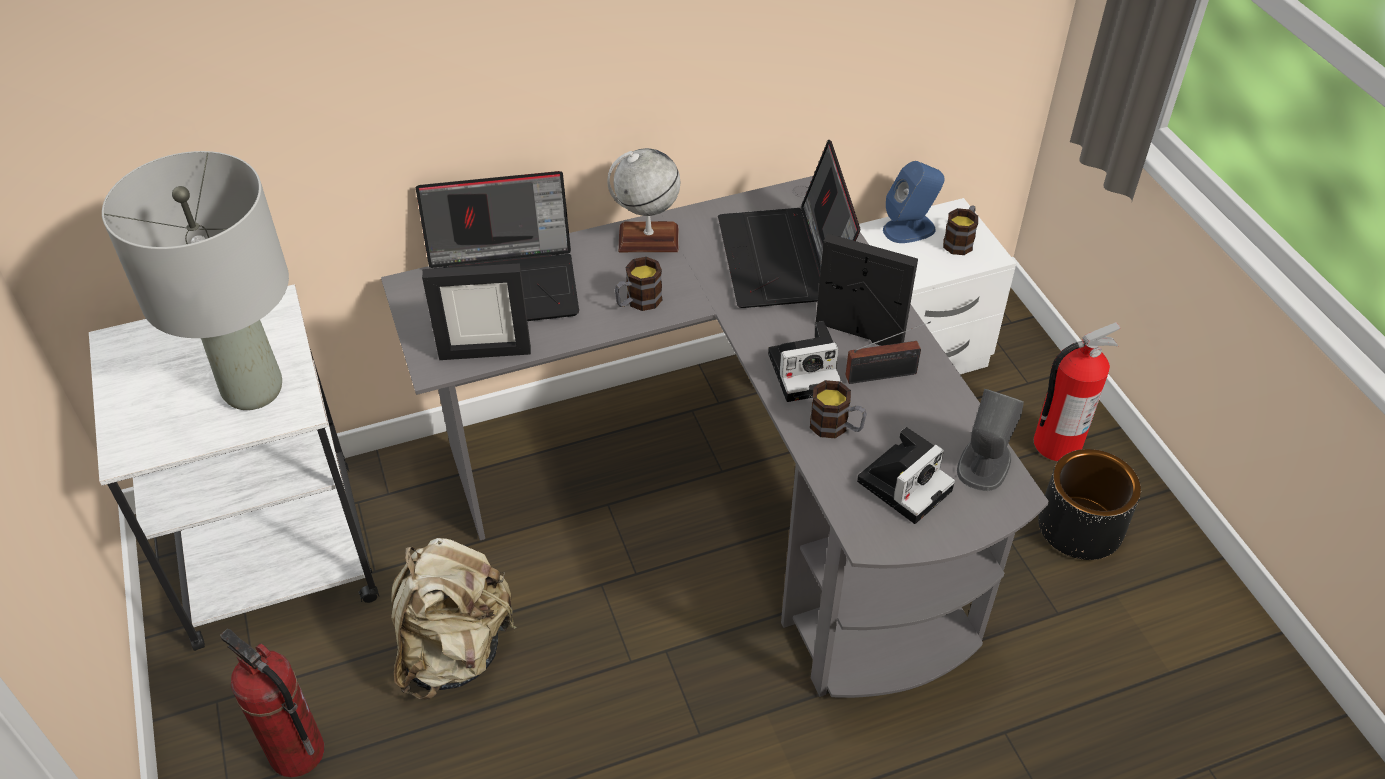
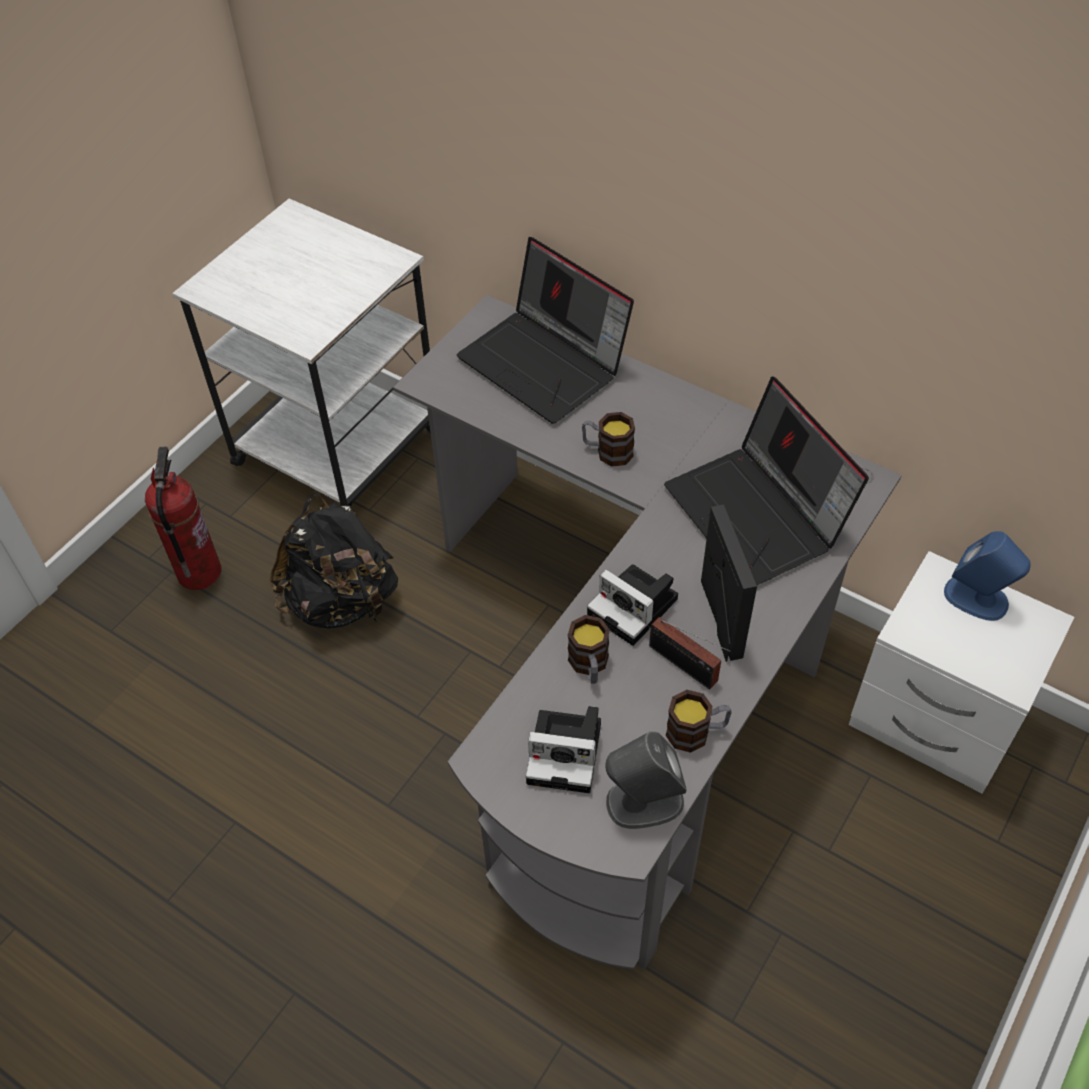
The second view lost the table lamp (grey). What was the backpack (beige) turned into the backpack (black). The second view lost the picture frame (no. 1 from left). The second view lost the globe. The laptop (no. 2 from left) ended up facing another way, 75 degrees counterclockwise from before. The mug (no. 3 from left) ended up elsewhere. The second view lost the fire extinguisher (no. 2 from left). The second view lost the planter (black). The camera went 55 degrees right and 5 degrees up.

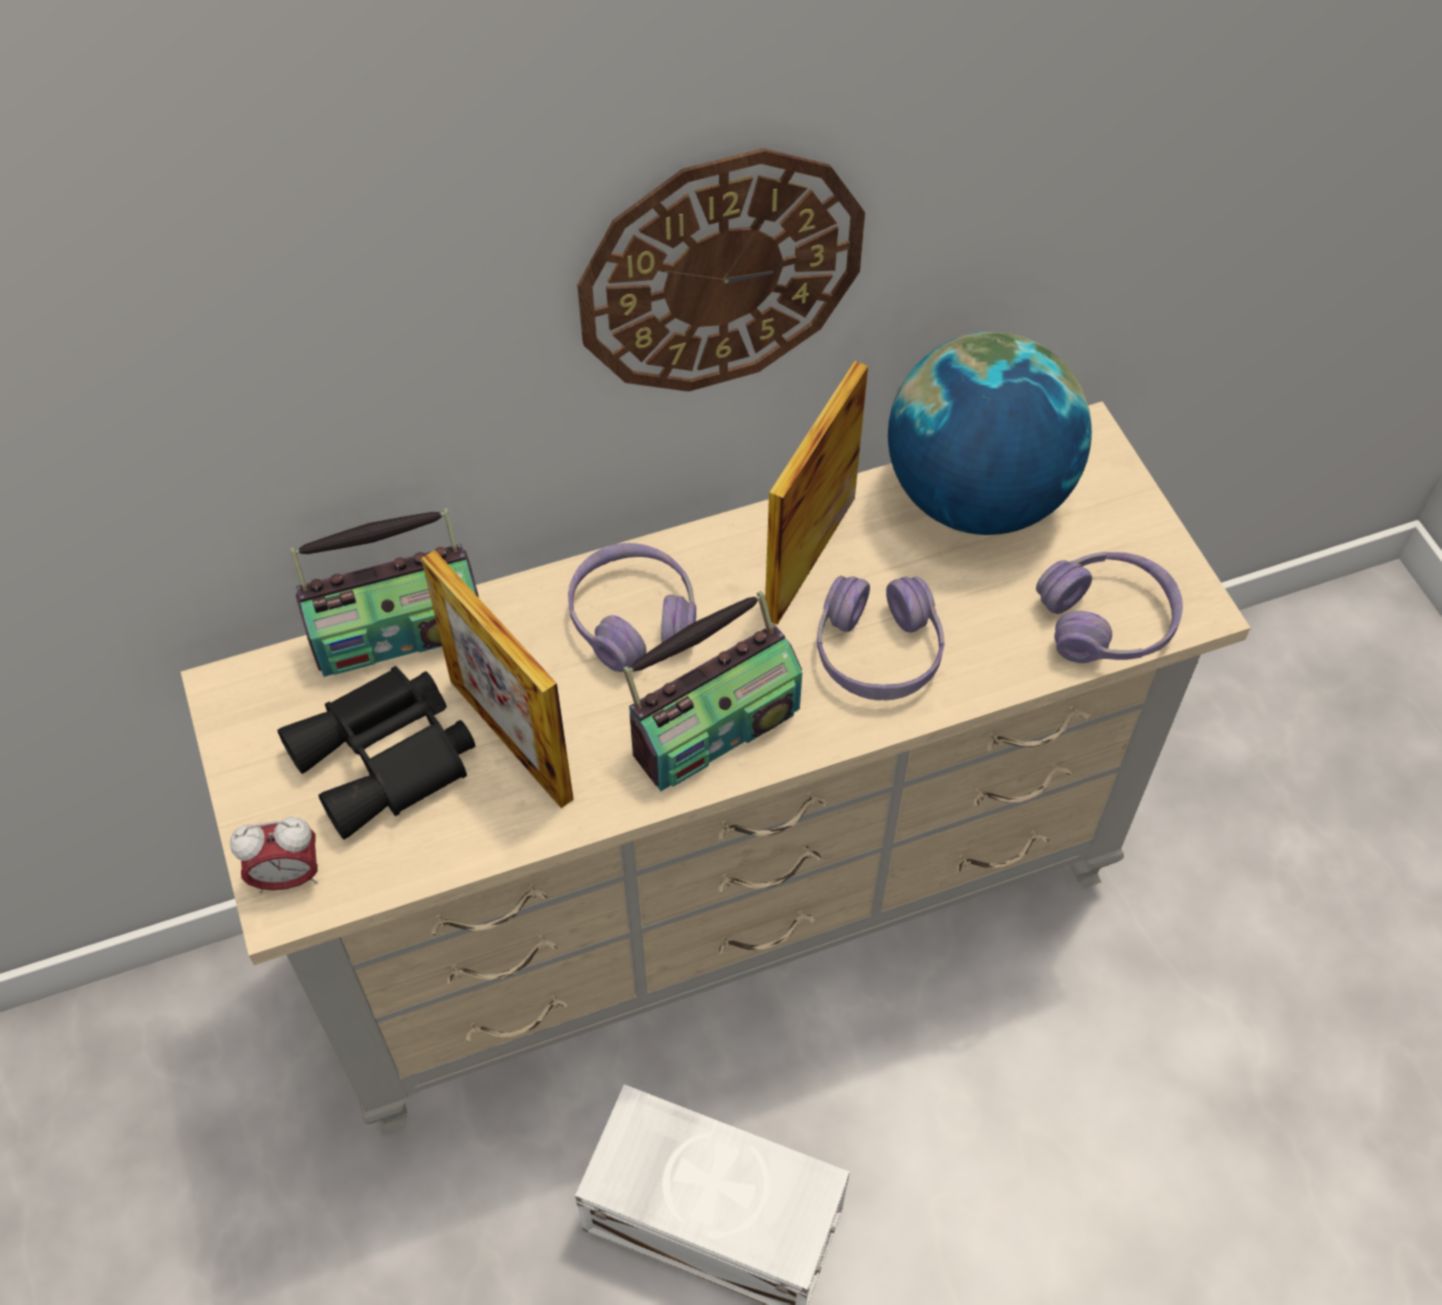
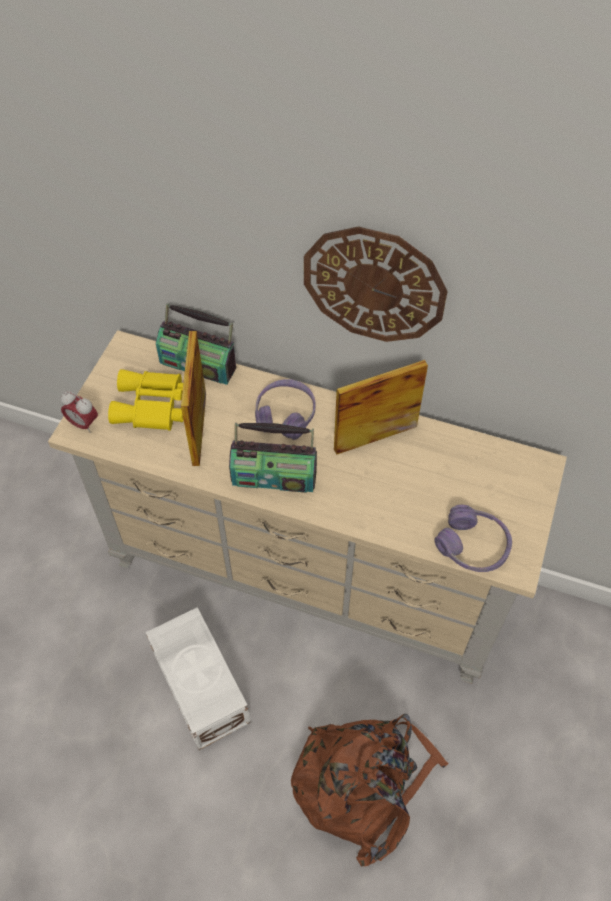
What was the binoculars (black) turned into the binoculars (yellow). The second view lost the headphones (purple) (no. 2 from left). The second view lost the globe. The second view gained the backpack (brown). The camera went 40 degrees right and 0 degrees up.

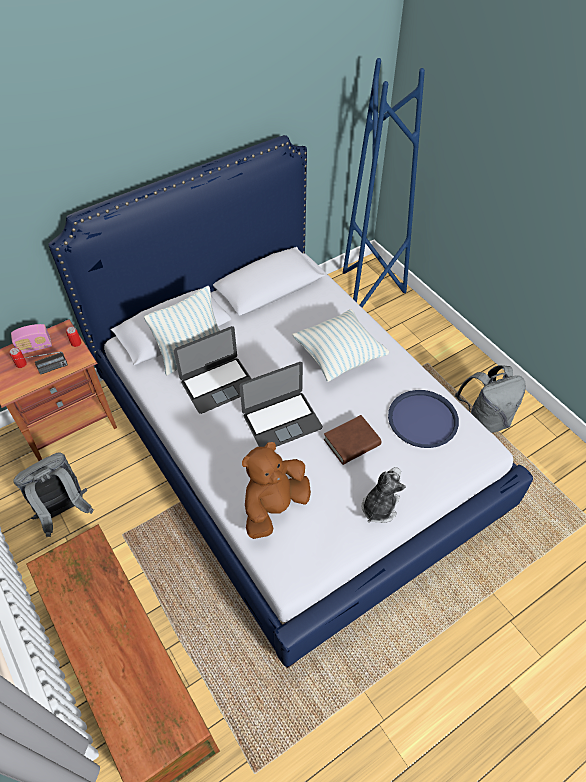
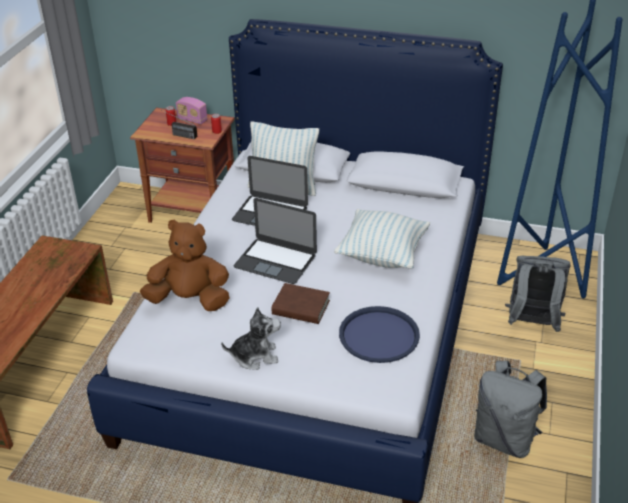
The backpack (grey) (no. 1 from left in the first image) ended up elsewhere. The camera went 50 degrees right and 15 degrees down.

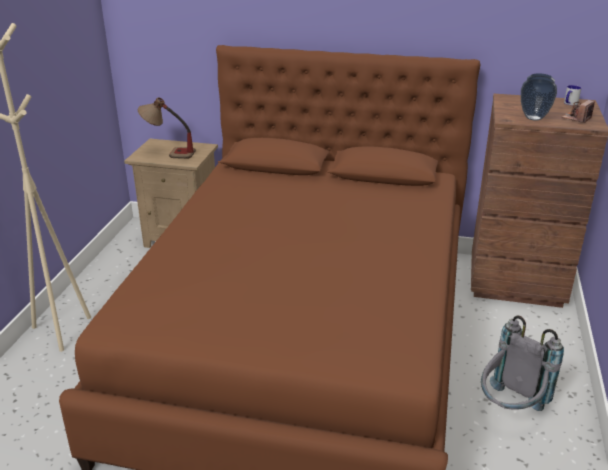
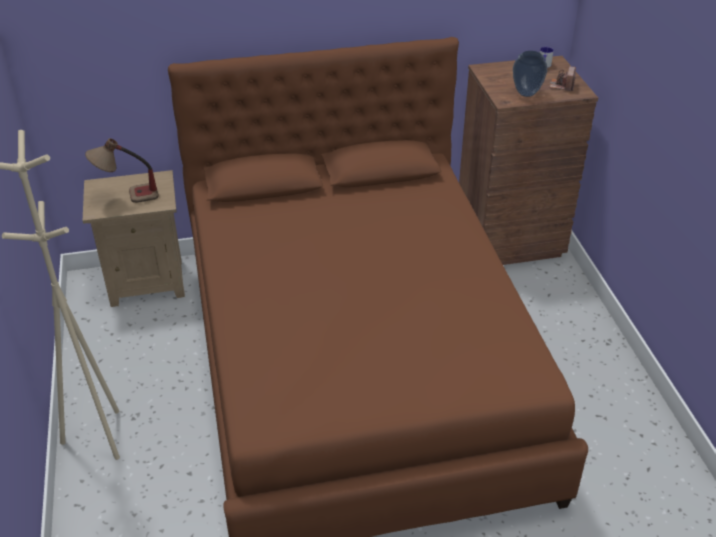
The second view lost the backpack (grey). The camera went 25 degrees left and 10 degrees up.

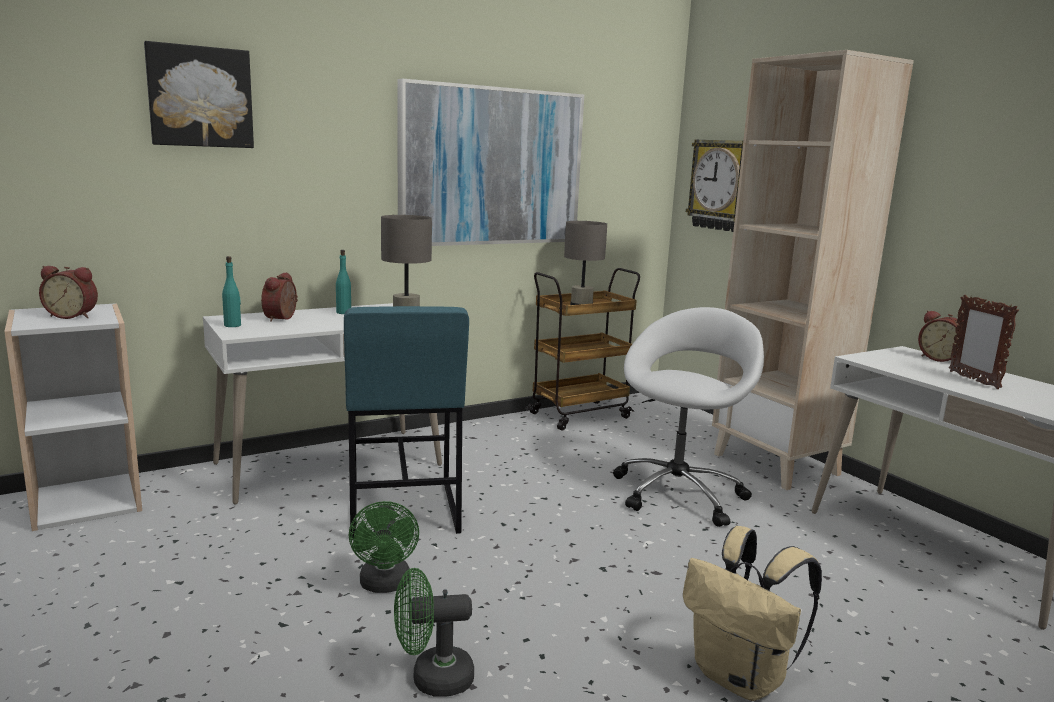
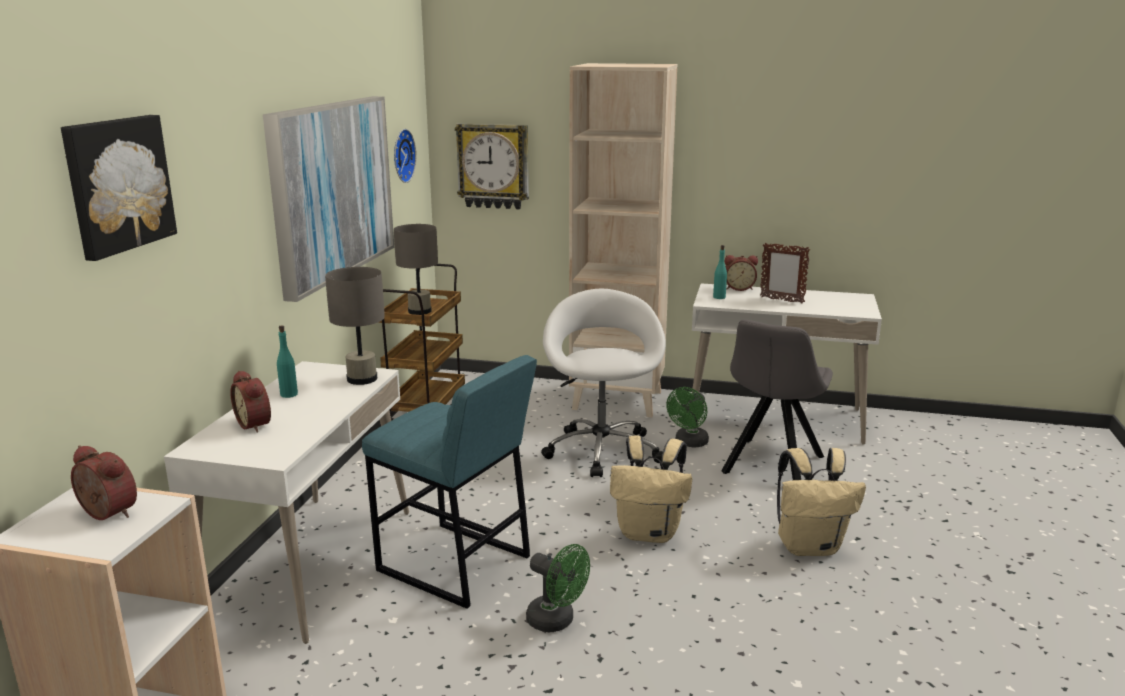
The alarm clock (no. 1 from left) ended up facing another way, 105 degrees counterclockwise from before. The bottle (turquoise) (no. 1 from left in the first image) ended up elsewhere. The fan (green) (no. 2 from left) ended up elsewhere. The second view gained the wall clock (no. 1 from left). The second view gained the backpack (beige) (no. 1 from left). The second view gained the chair (grey). The camera went 45 degrees left and 5 degrees up.

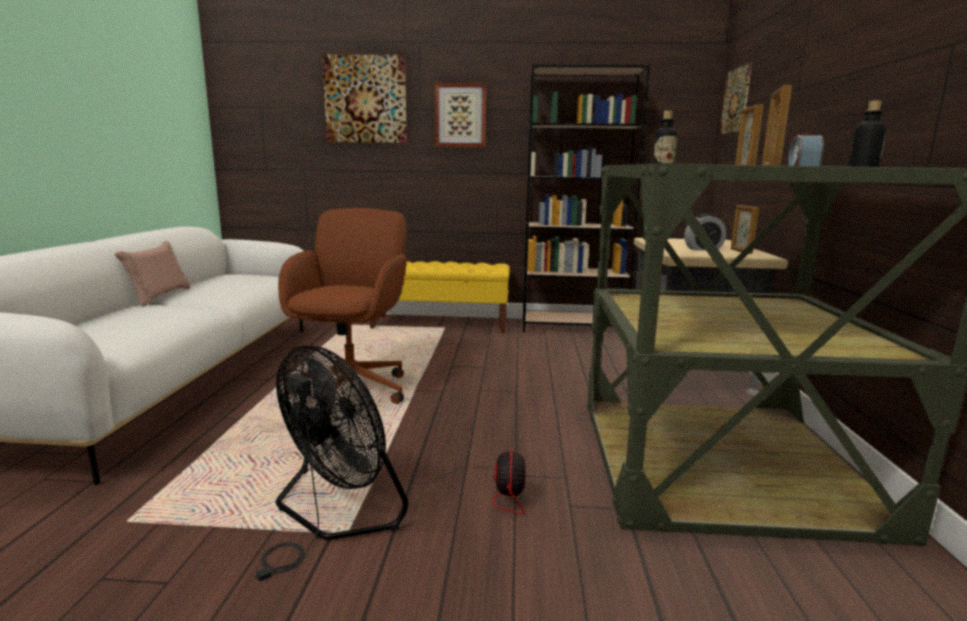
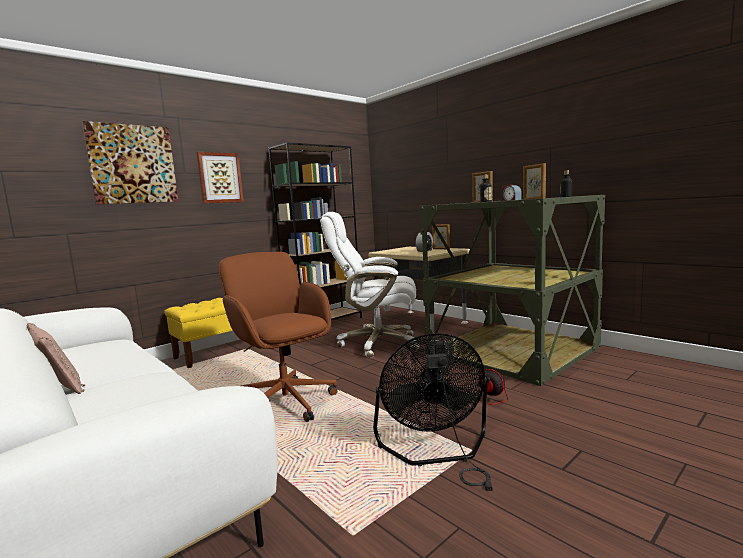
The second view lost the picture (no. 3 from left). The second view gained the office chair (white). The camera went 45 degrees left and 5 degrees down.

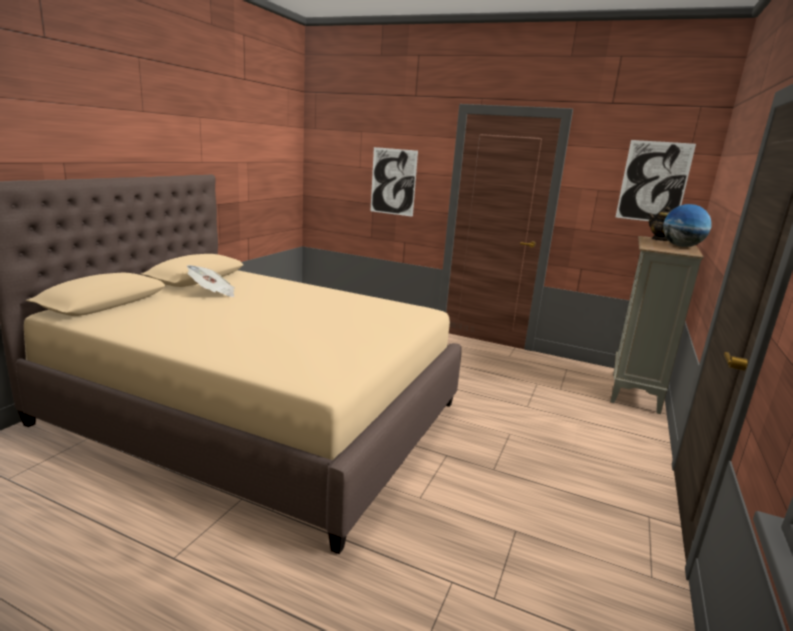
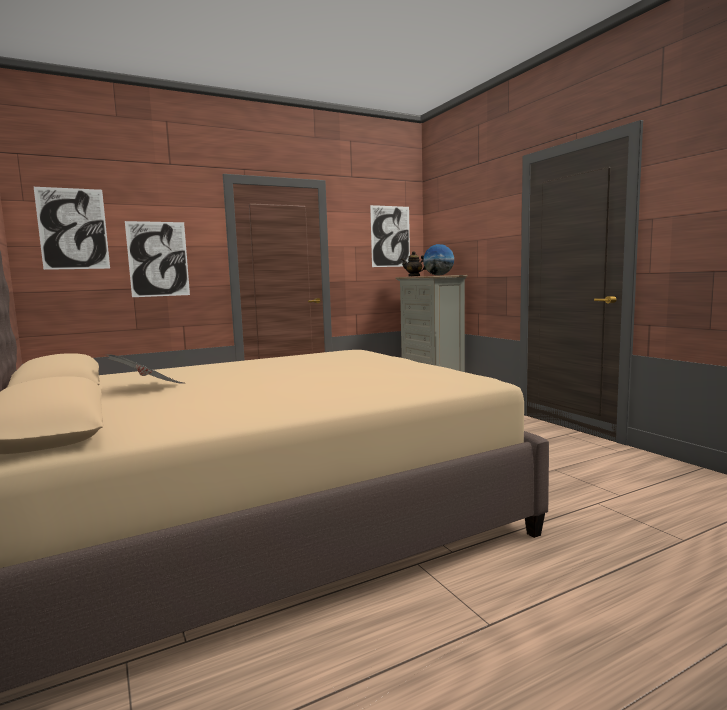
The second view gained the picture (no. 1 from left). The camera went 50 degrees left and 10 degrees down.

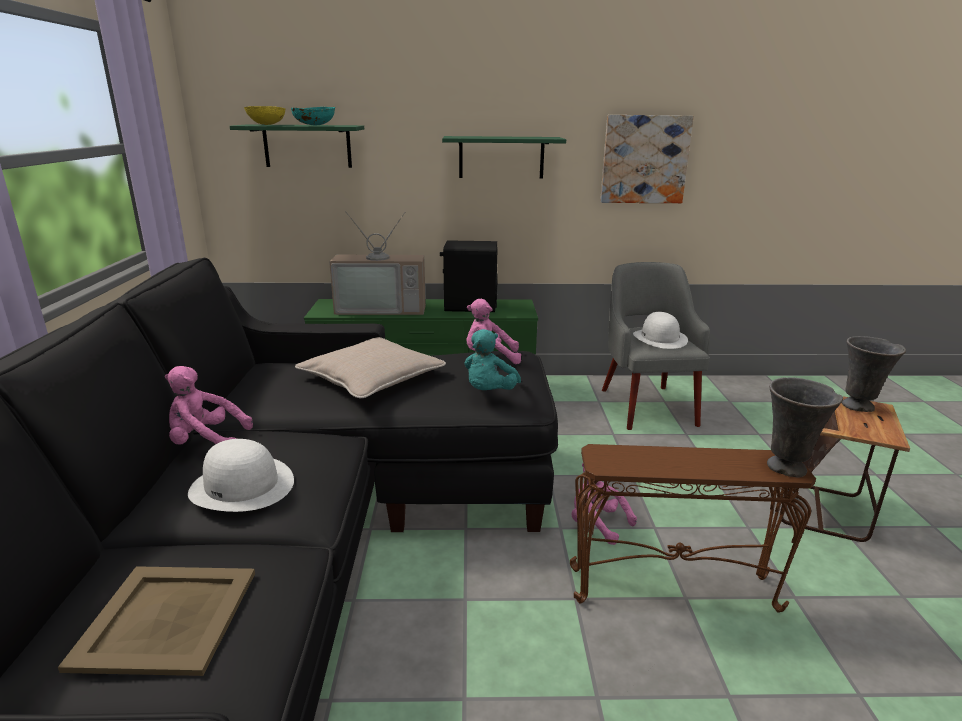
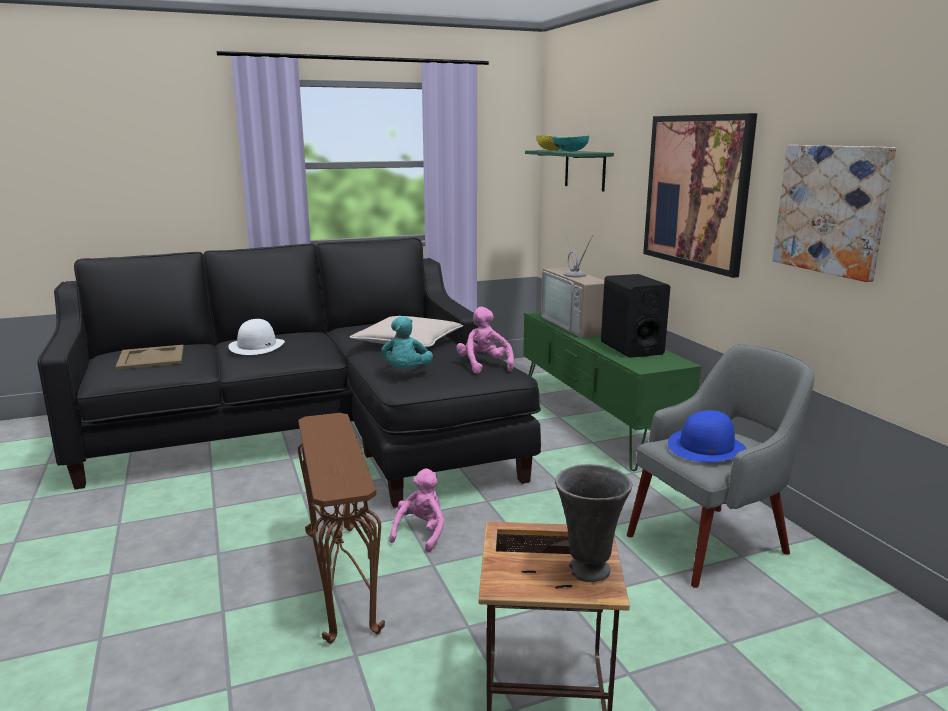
The second view lost the plush toy (pink) (no. 1 from left). Where the shelf (green) (no. 2 from left) hung, the picture (no. 1 from left) came to hang. The plush toy (turquoise) ended up facing another way, 90 degrees counterclockwise from before. What was the hat (white) (no. 2 from left) turned into the hat (blue). The second view lost the vase (grey) (no. 1 from left). The camera went 70 degrees right and 5 degrees down.

